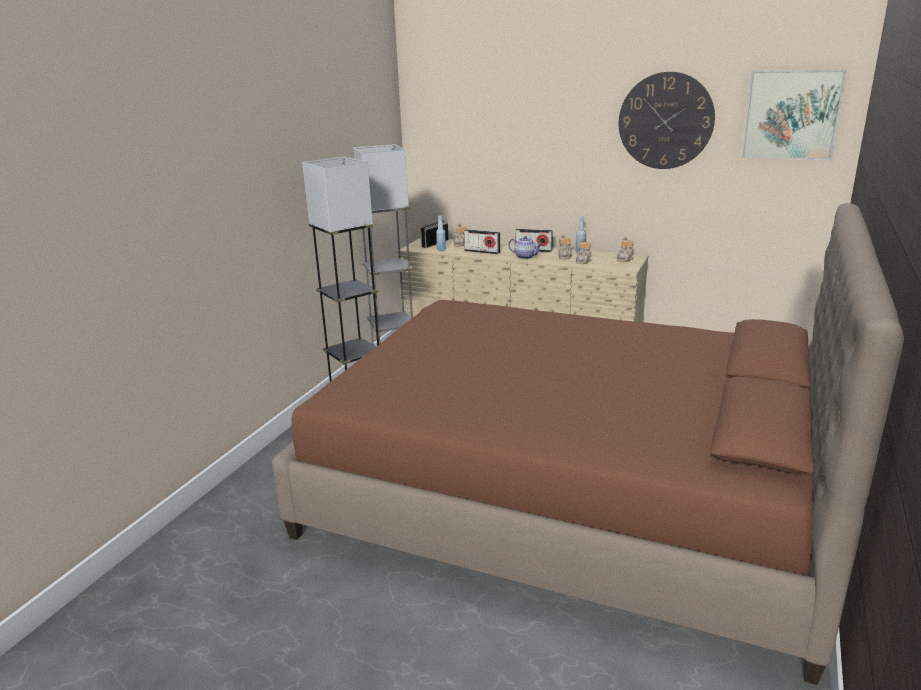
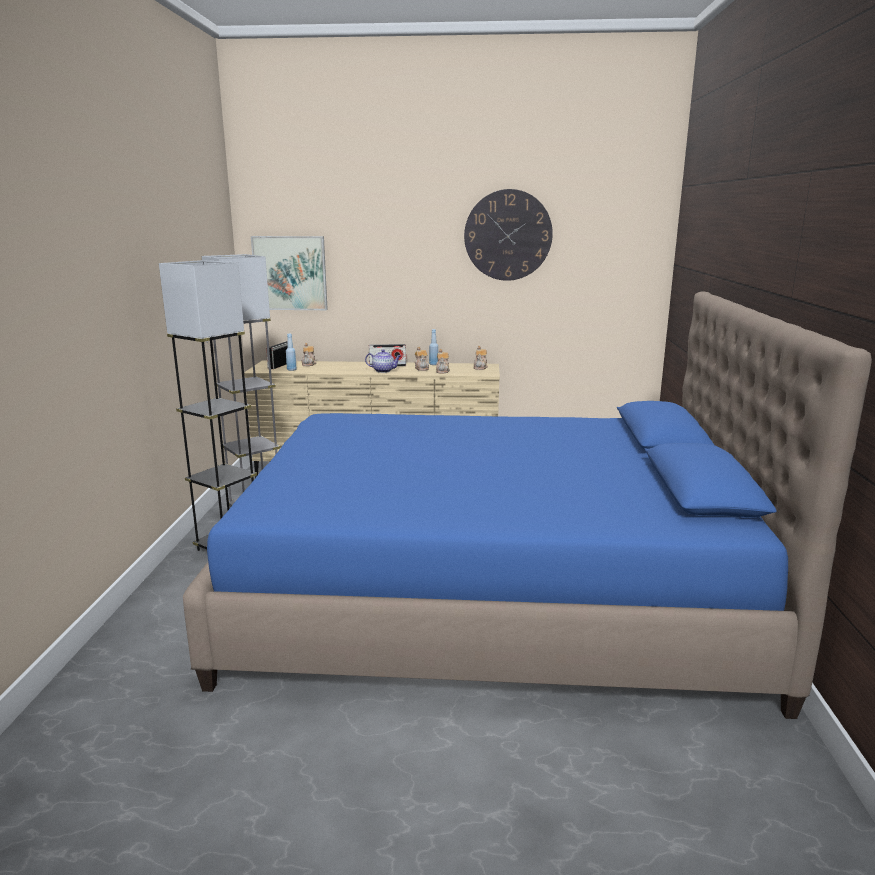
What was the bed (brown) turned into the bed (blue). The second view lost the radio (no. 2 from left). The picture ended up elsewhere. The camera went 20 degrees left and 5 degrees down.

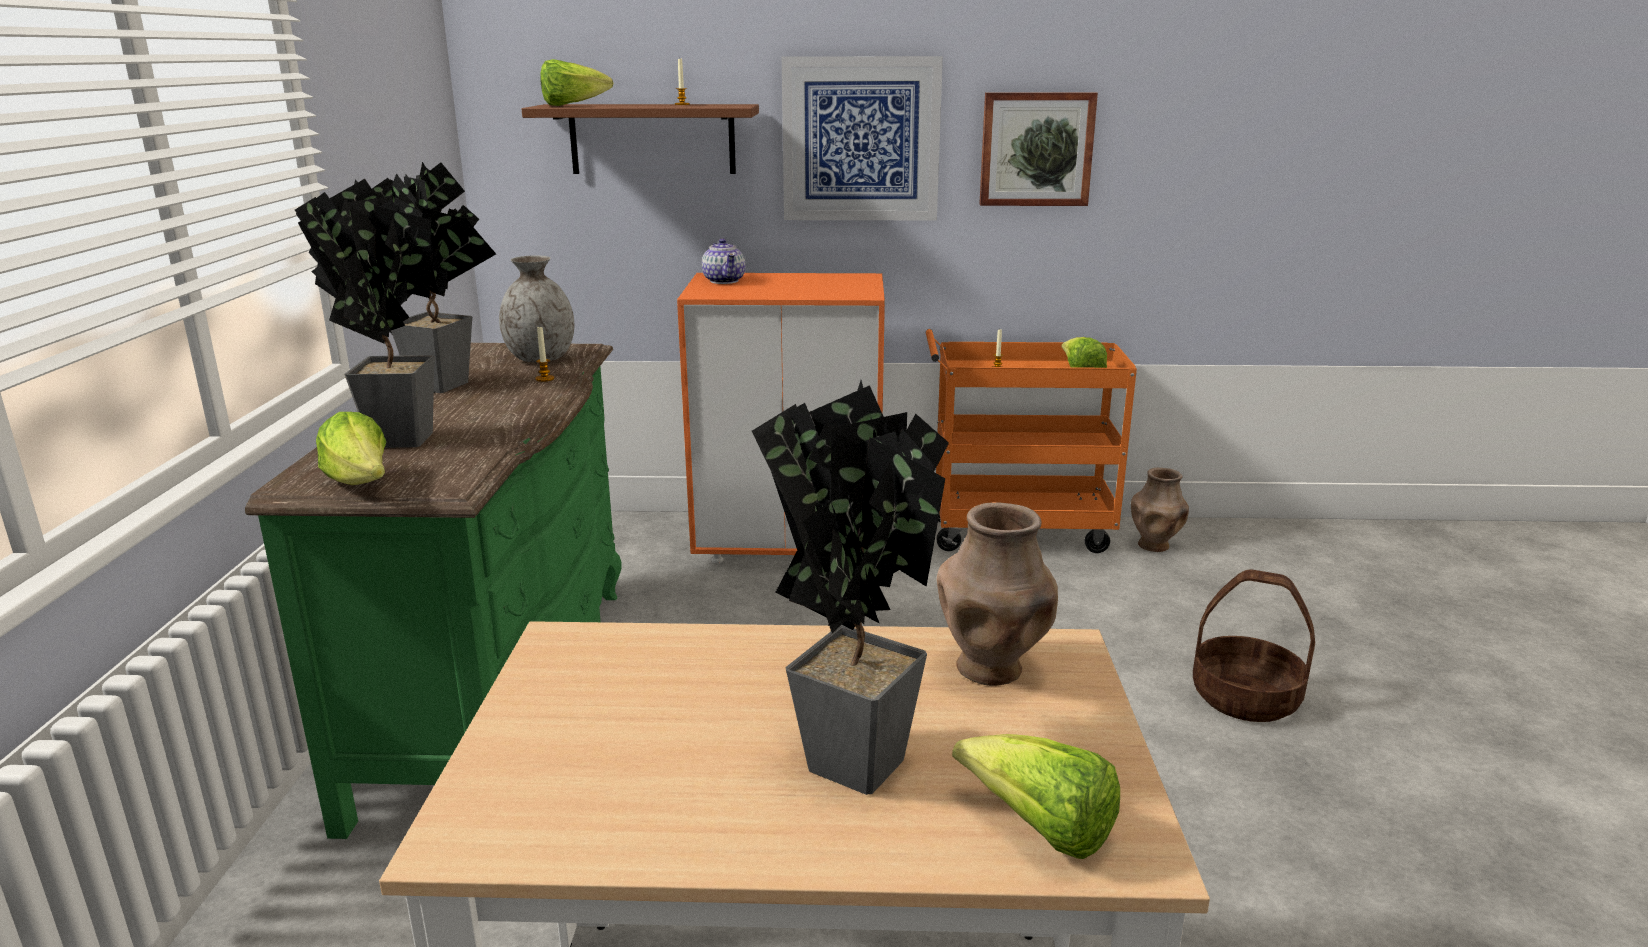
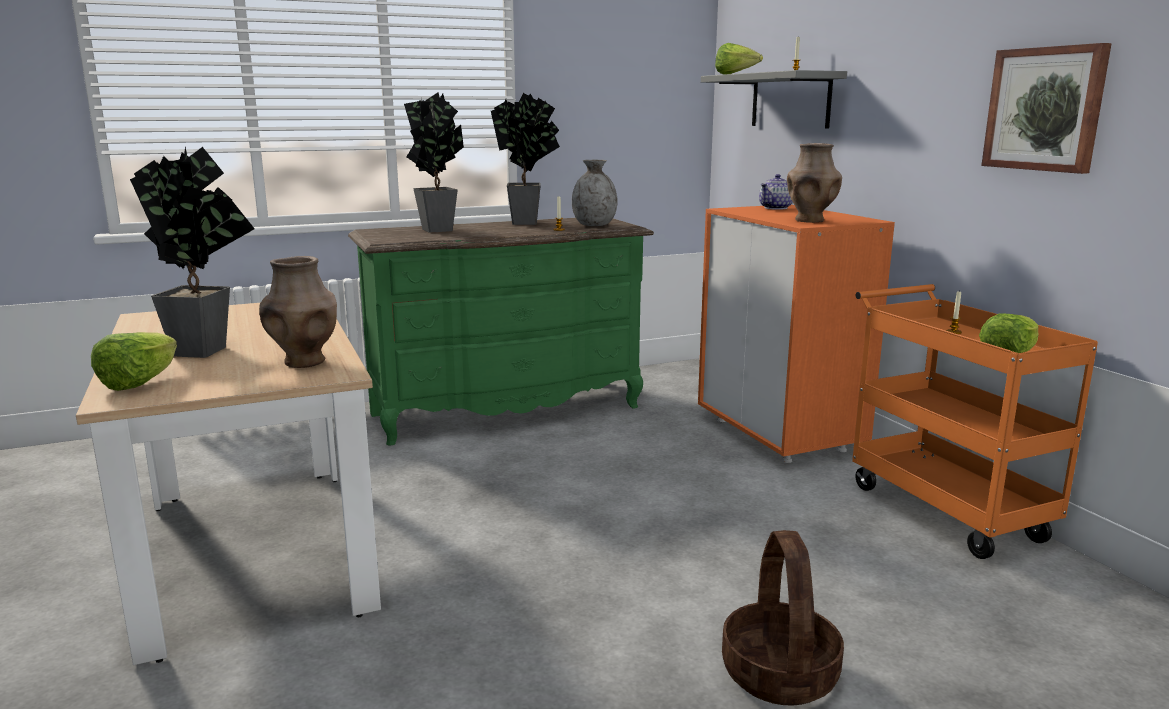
The second view lost the lettuce (no. 1 from left). What was the shelf (brown) turned into the shelf (grey). The second view lost the picture (no. 1 from left). The vase (brown) (no. 2 from left) ended up elsewhere. The camera went 65 degrees right and 5 degrees down.

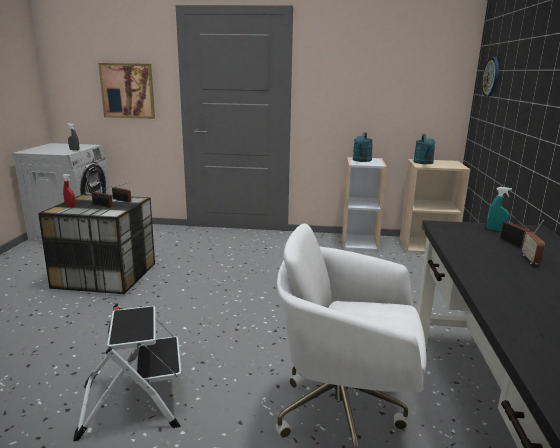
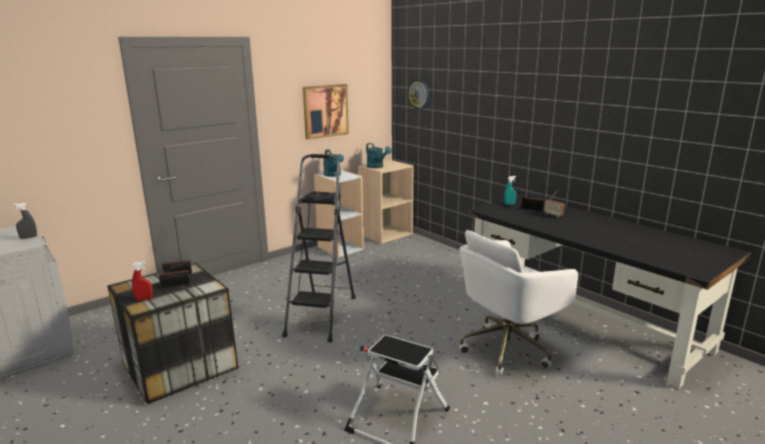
The picture ended up elsewhere. The second view gained the step ladder (no. 1 from left). The camera went 45 degrees left and 0 degrees up.

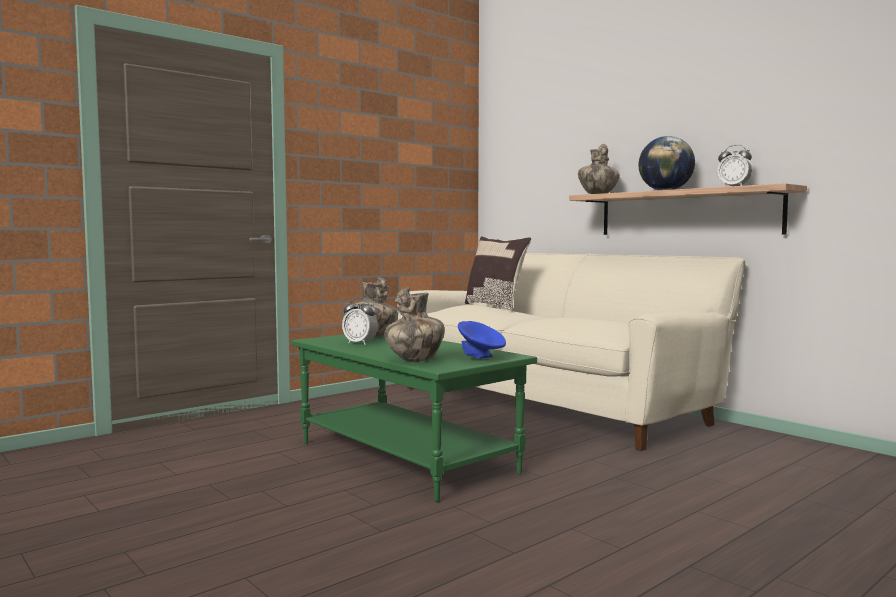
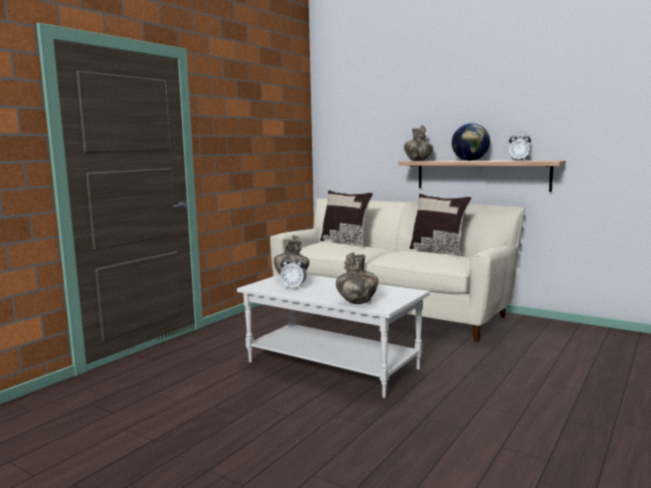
What was the coffee table (green) turned into the coffee table (white). The second view lost the bowl (blue). The second view gained the pillow (no. 2 from left). The camera went 15 degrees left and 5 degrees up.

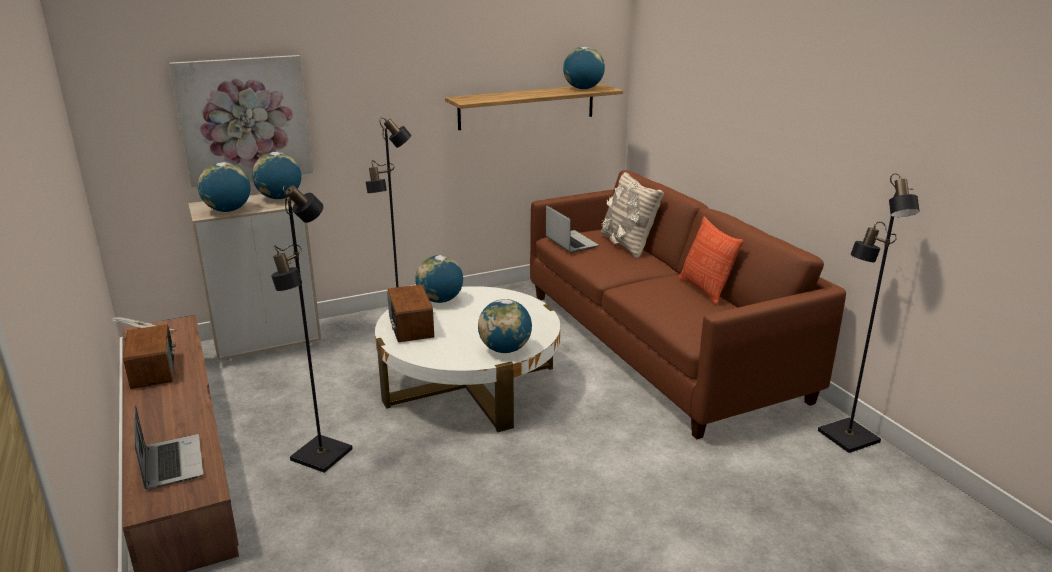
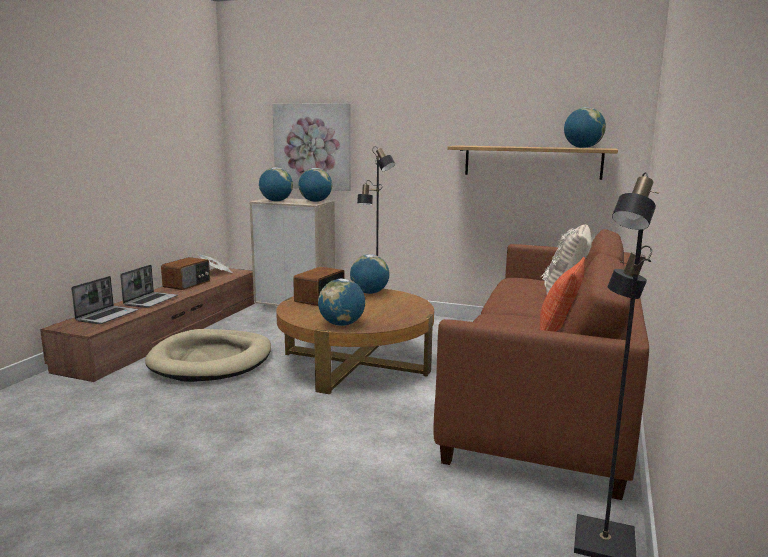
Where the floor lamp (black) (no. 1 from left) stood, the dog bed (beige) came to stand. What was the coffee table (white) turned into the coffee table (brown). The laptop (no. 2 from left) ended up elsewhere. The camera went 45 degrees right and 10 degrees down.

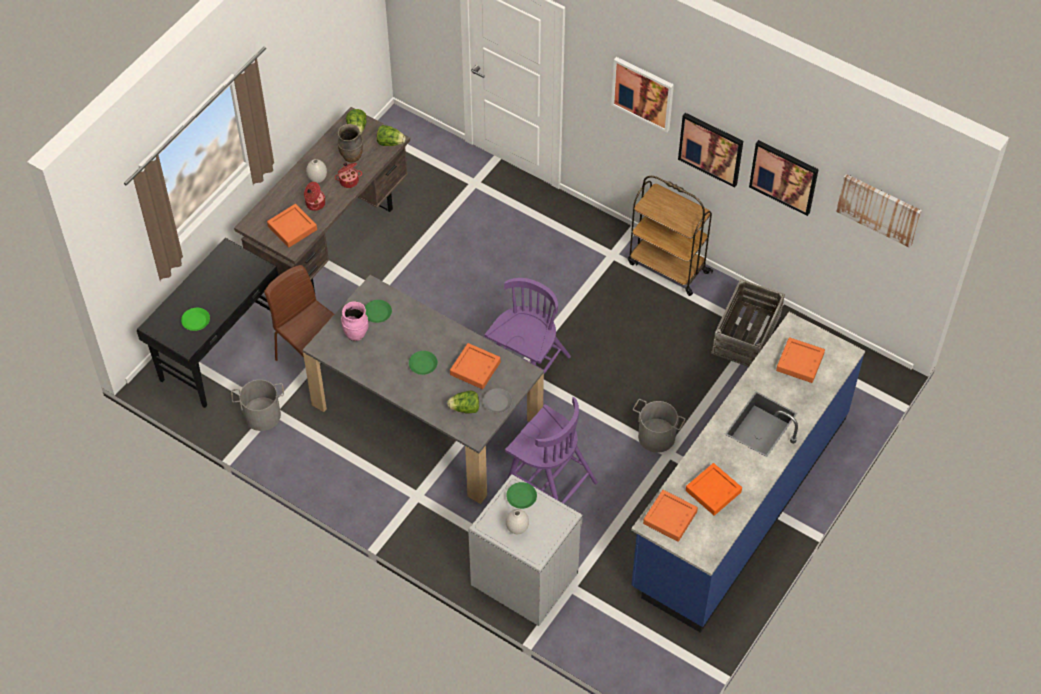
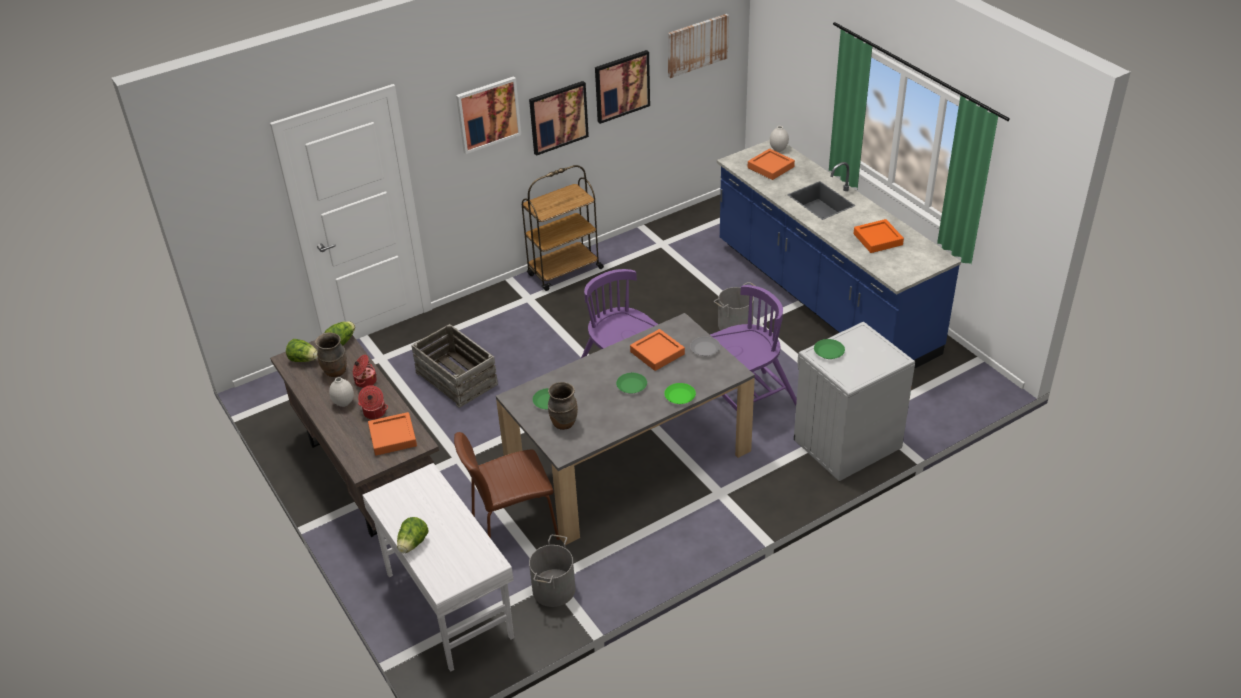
What was the console table (black) turned into the console table (white). The plate (green) (no. 1 from left in the first image) ended up elsewhere. What was the vase (pink) turned into the vase (brown) (no. 2 from left). The lettuce (no. 3 from left) ended up elsewhere. The vase (white) (no. 2 from left) ended up elsewhere. The second view lost the tray (orange) (no. 3 from left). The crate ended up elsewhere. The camera went 65 degrees left and 15 degrees down.

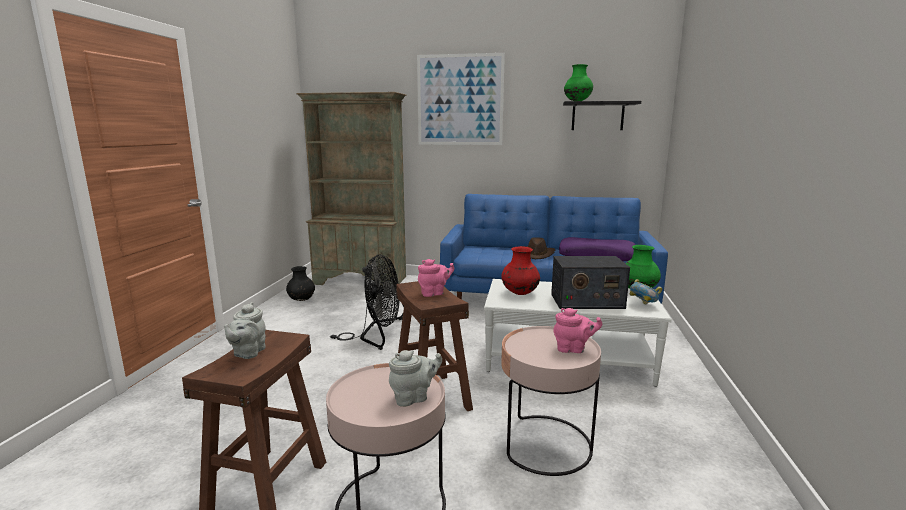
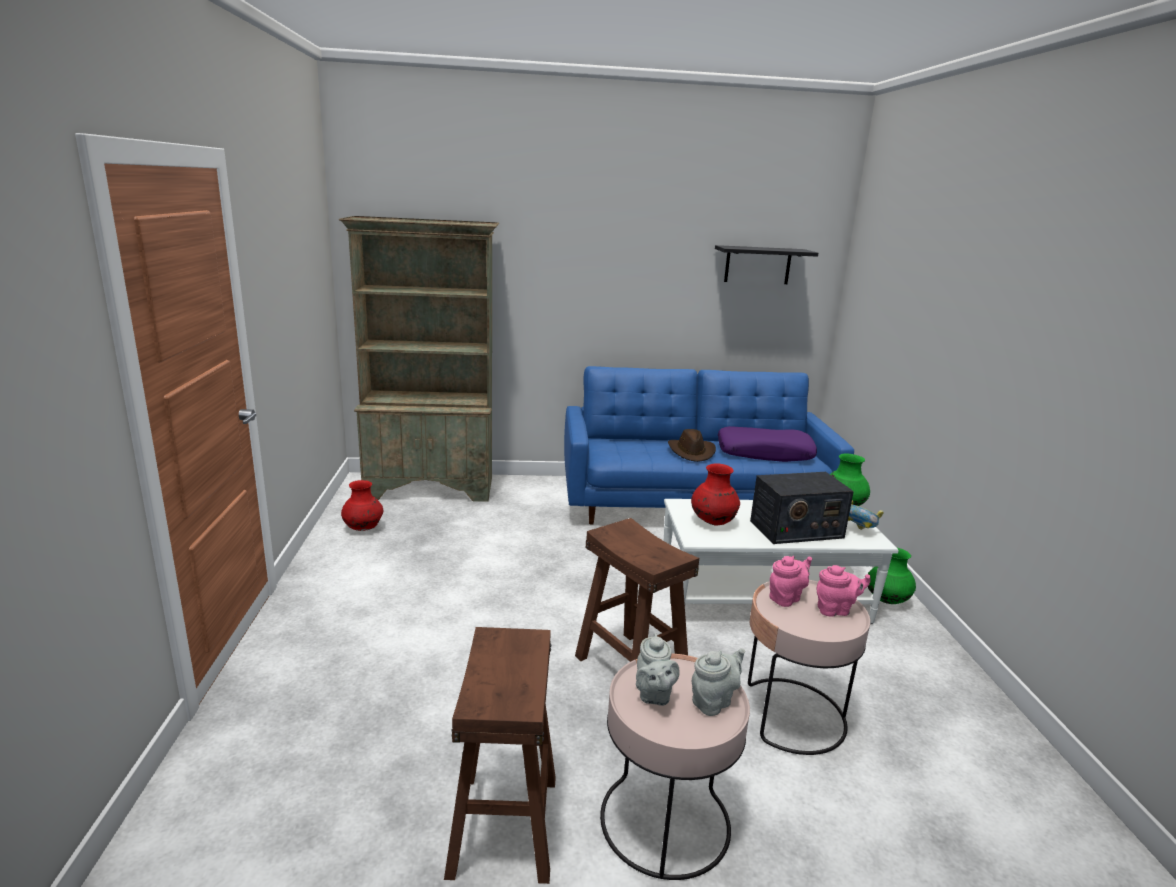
The teapot (grey) (no. 1 from left) ended up elsewhere. What was the vase (black) turned into the vase (red) (no. 1 from left). The second view lost the fan (black). The second view lost the picture. The teapot (pink) (no. 1 from left) ended up elsewhere. The vase (green) (no. 1 from left in the first image) ended up elsewhere. The camera went 15 degrees left and 5 degrees up.

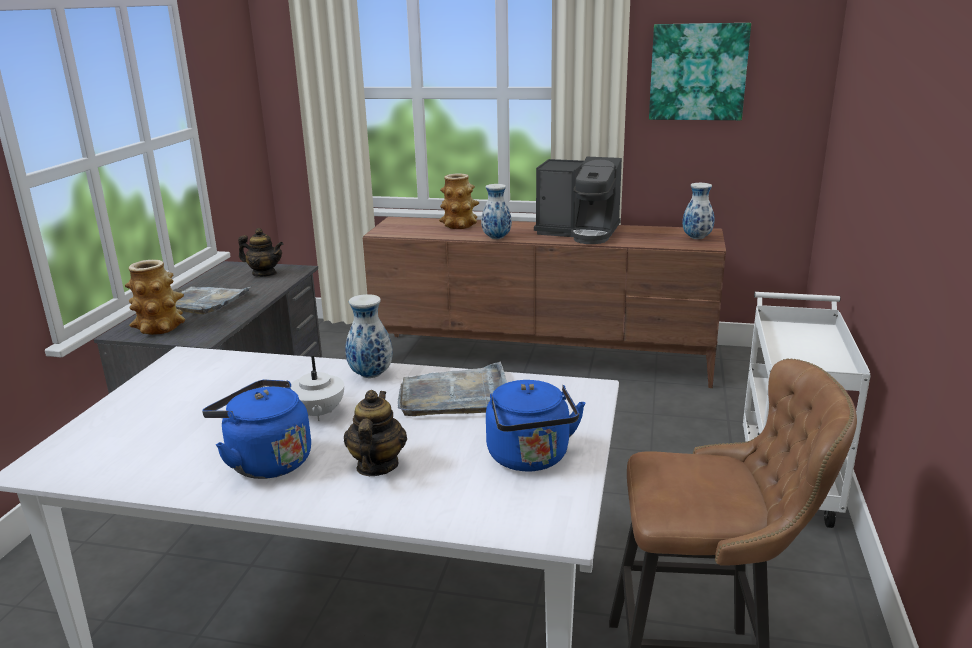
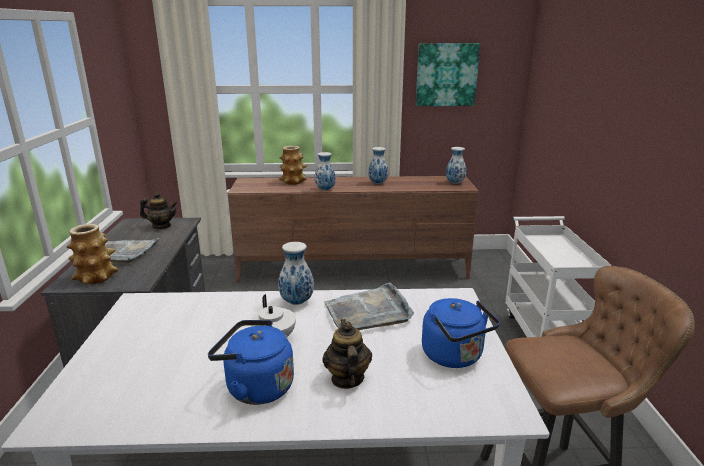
Where the coffee machine stood, the vase (no. 5 from left) came to stand. The camera went 15 degrees left and 0 degrees up.

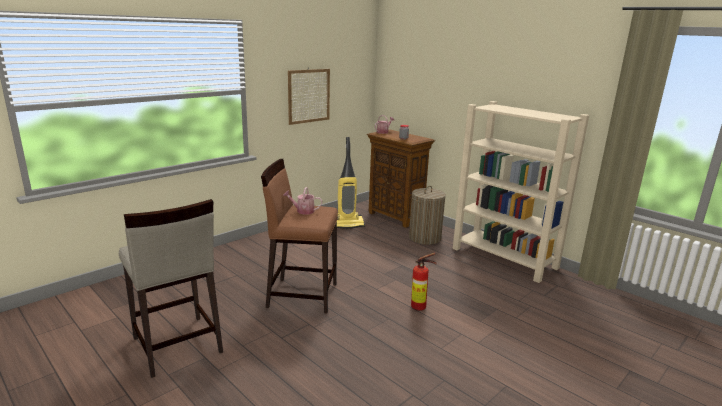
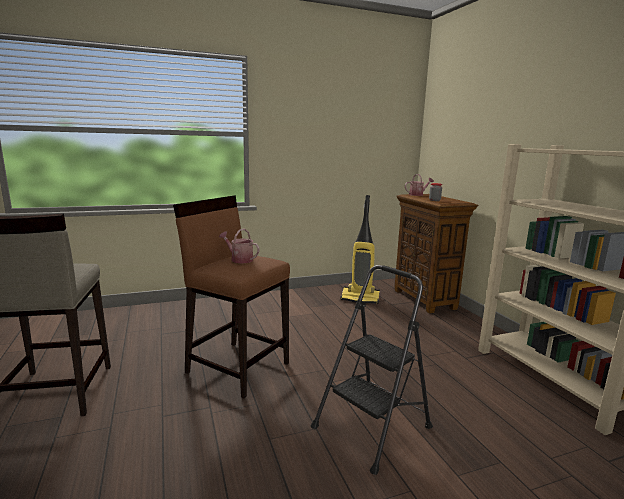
The second view lost the picture. The second view lost the laundry basket. Where the fire extinguisher stood, the step ladder (black) came to stand. The camera went 25 degrees right and 5 degrees down.

